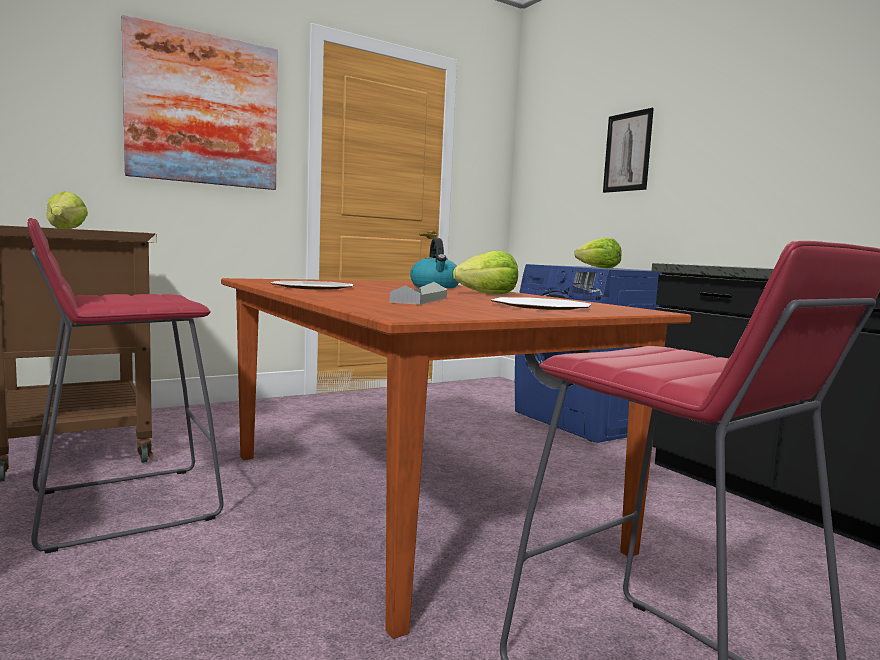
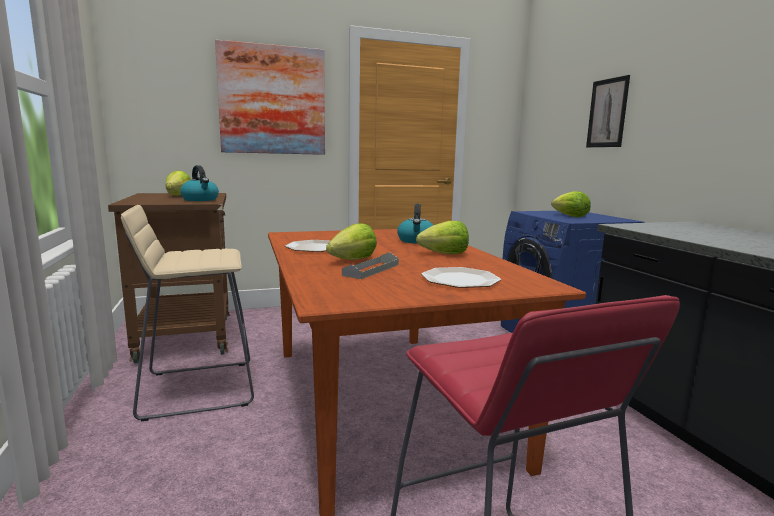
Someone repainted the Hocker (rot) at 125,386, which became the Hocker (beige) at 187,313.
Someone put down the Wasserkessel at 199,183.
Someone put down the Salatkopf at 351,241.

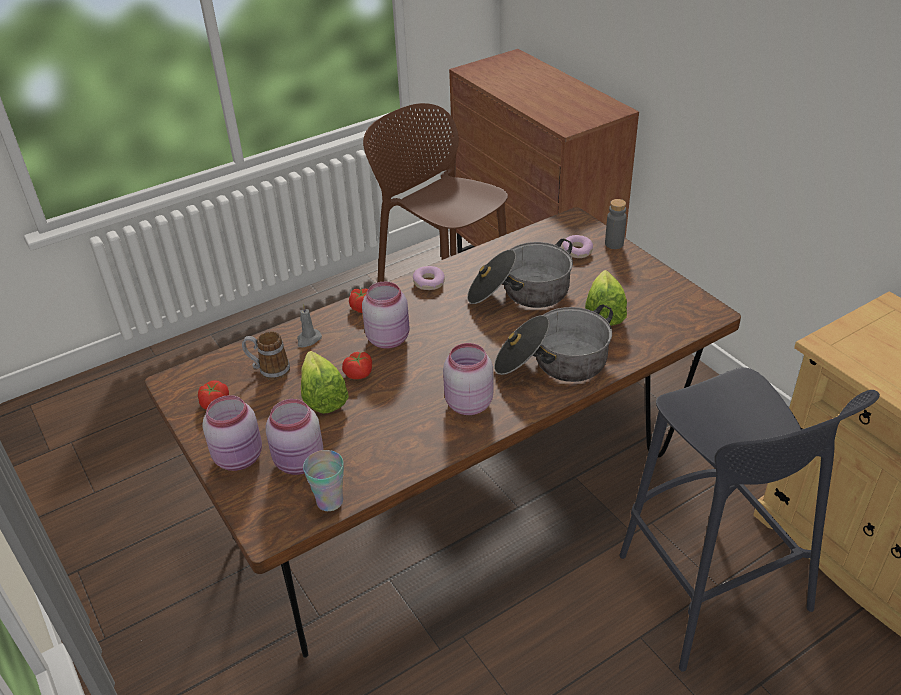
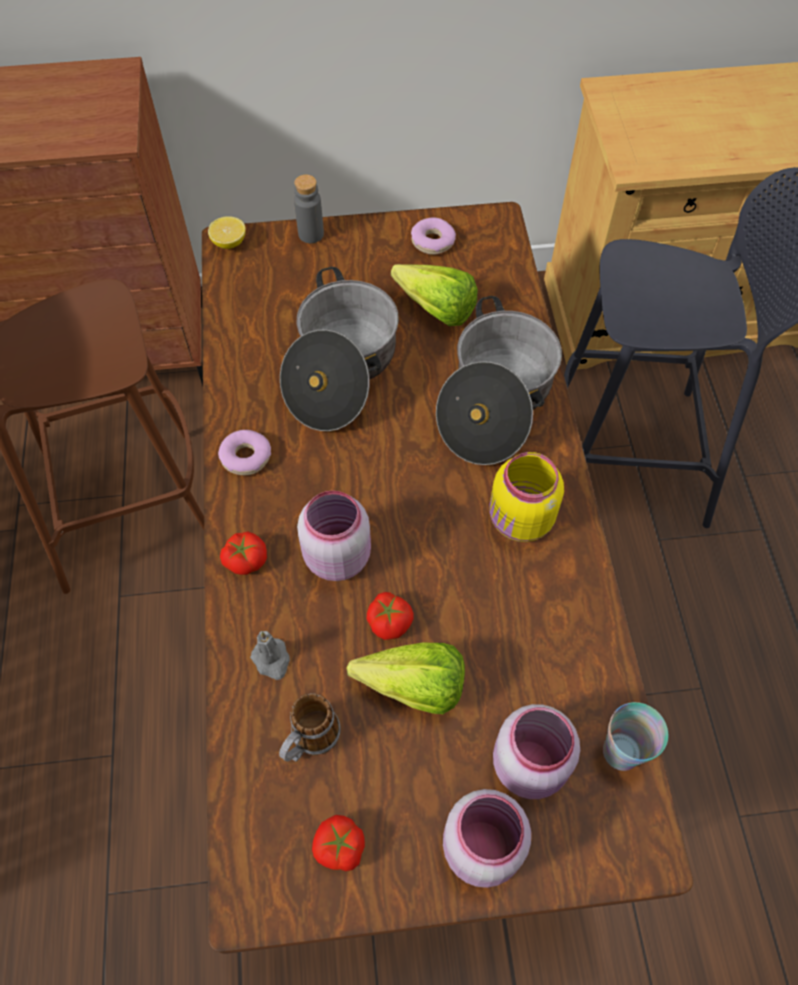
Someone put down the Zitrone at 227,232.
Someone carried the Donut from 578,246 to 433,236.
Someone repainted the Vorratsglas (rosa) at 468,379, which became the Vorratsglas (gelb) at 527,497.

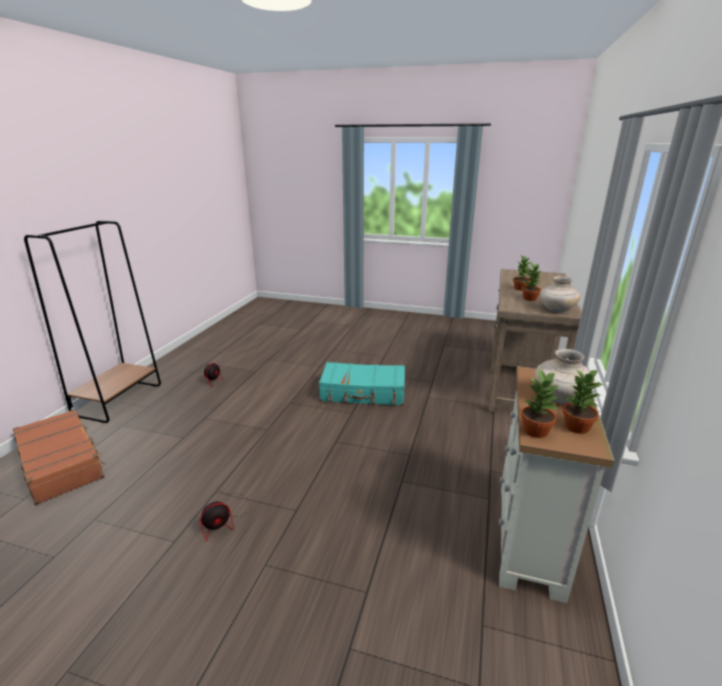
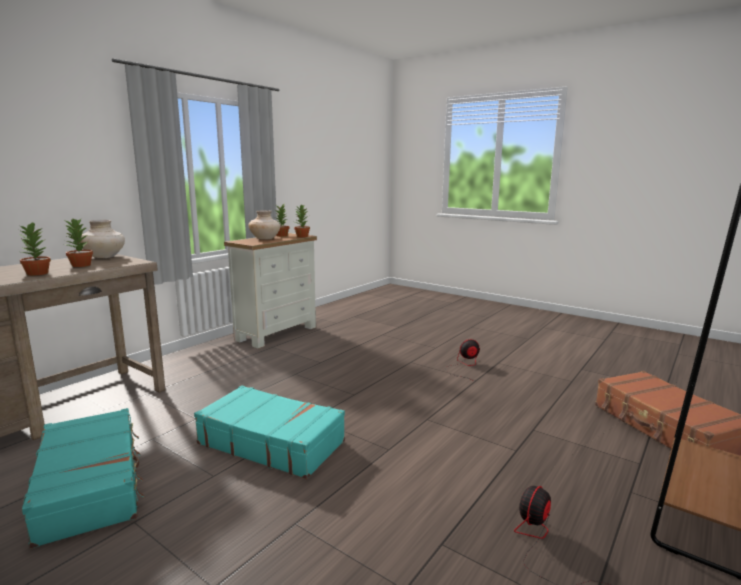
Someone put down the Koffer (türkis) at 83,478.

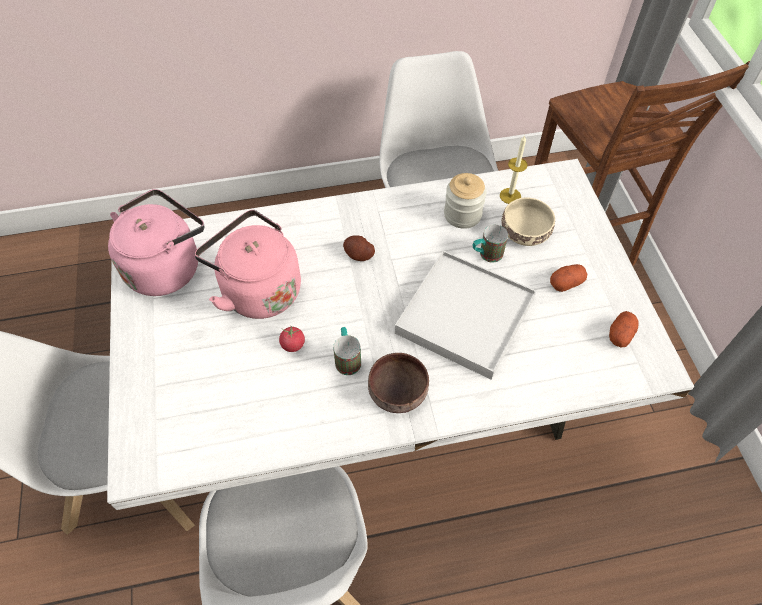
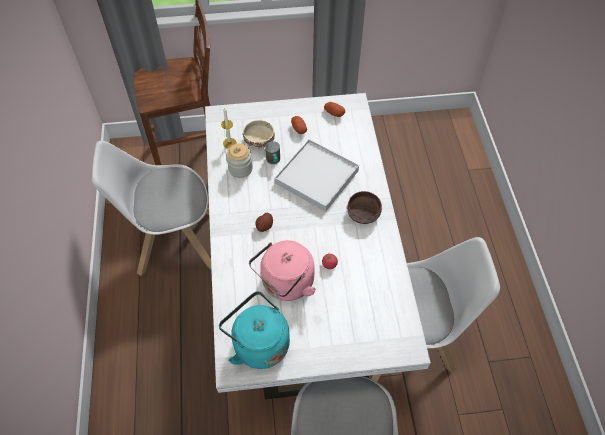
Someone repainted the Wasserkessel (rosa) at 156,242, which became the Wasserkessel (türkis) at 254,330.
Someone took away the Henkelbecher at 347,351.

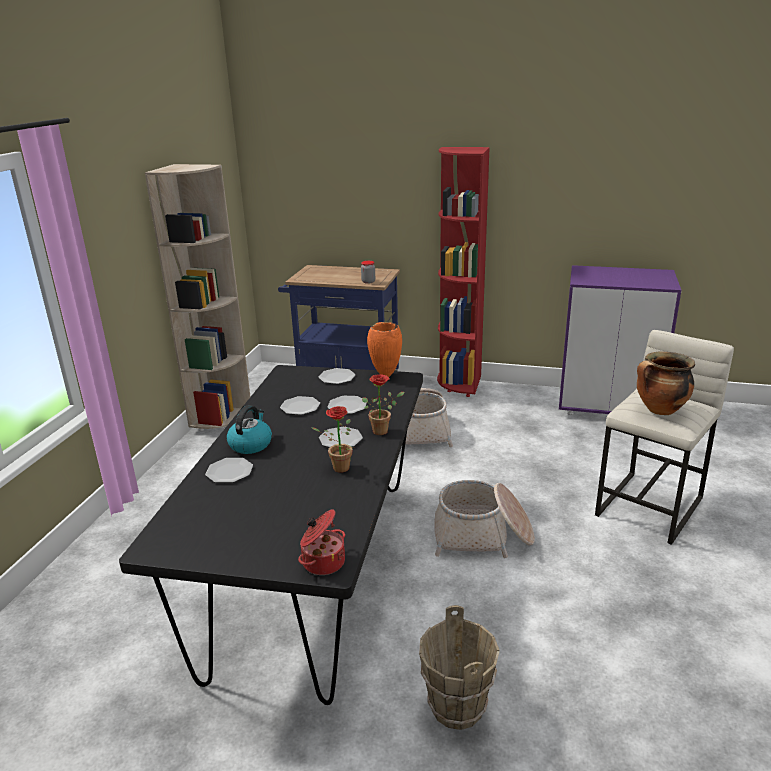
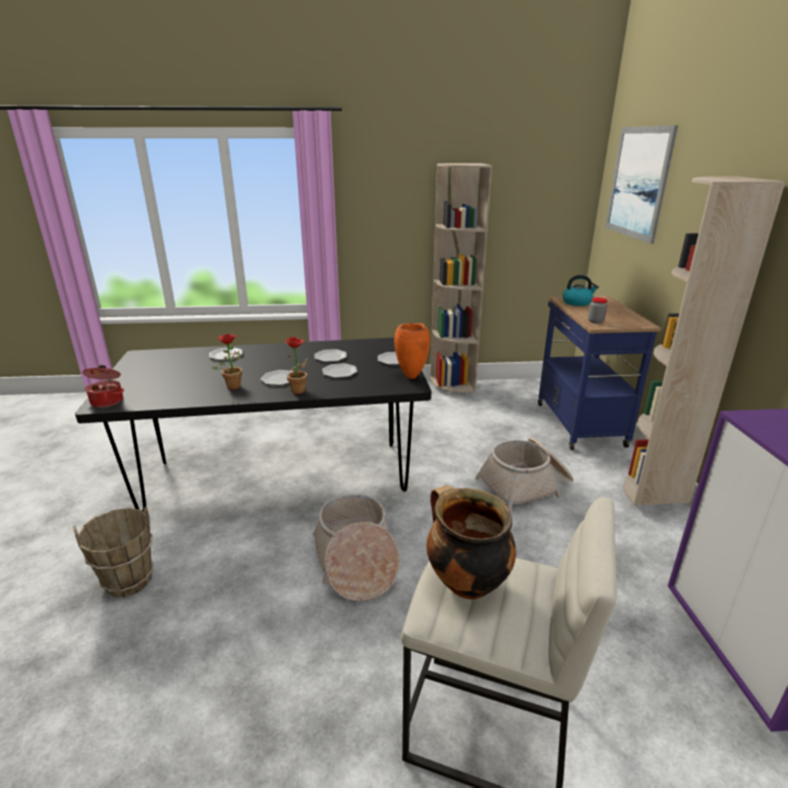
Someone carried the Wasserkessel from 249,429 to 581,290.
Someone put up the Bild at 641,184.
Someone repainted the Bücherregal (rot) at 463,272, which became the Bücherregal (beige) at 704,341.

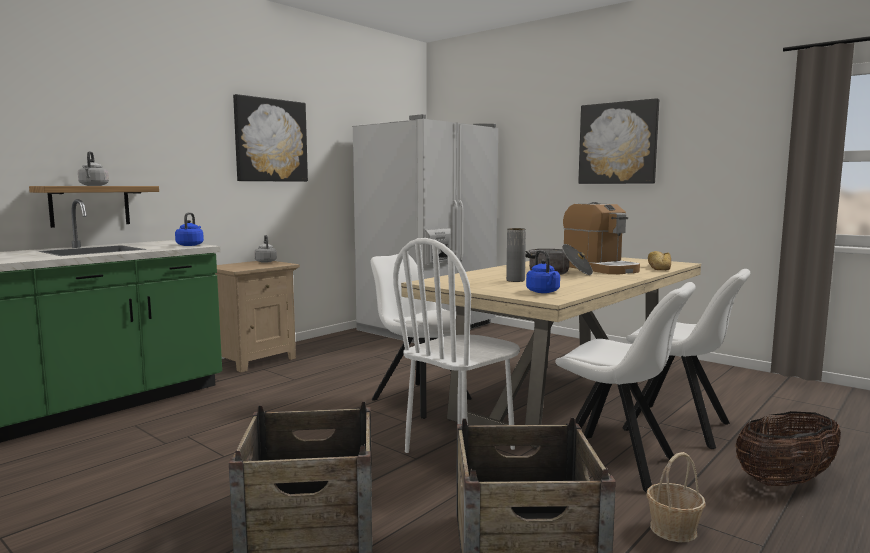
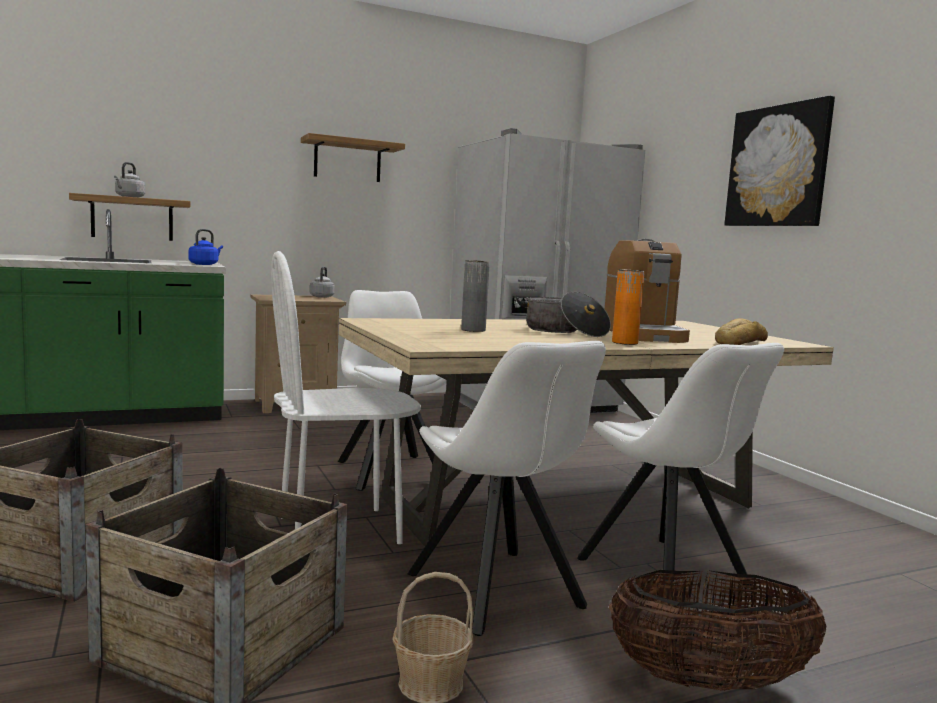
Someone swapped the Bild at 270,138 for the Wandregal at 353,157.
Someone put down the Vase (orange) at 628,307.
Someone took away the Wasserkessel (blau) at 543,271.

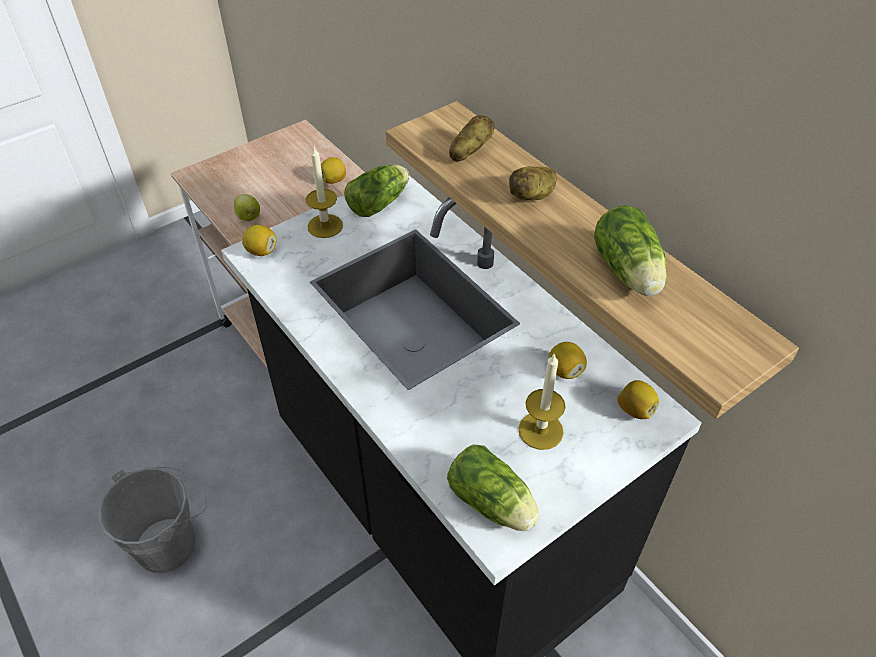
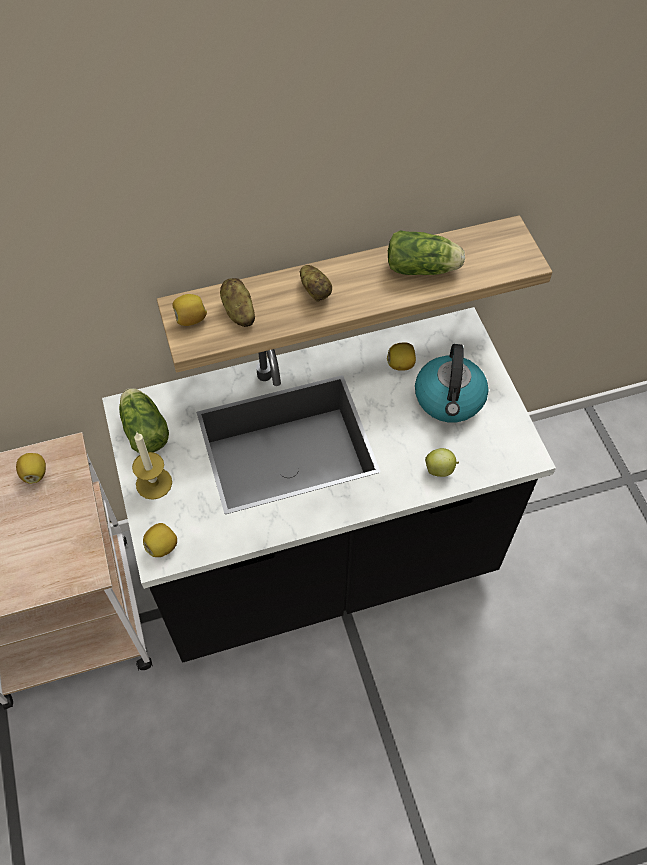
Someone carried the Zitrone from 638,399 to 189,310.
Someone swapped the Kerze at 542,401 for the Wasserkessel at 452,383.
Someone carried the Apfel from 247,207 to 442,462.
Someone took away the Eimer (grau) at 152,520.
Someone took away the Salatkopf at 493,488.

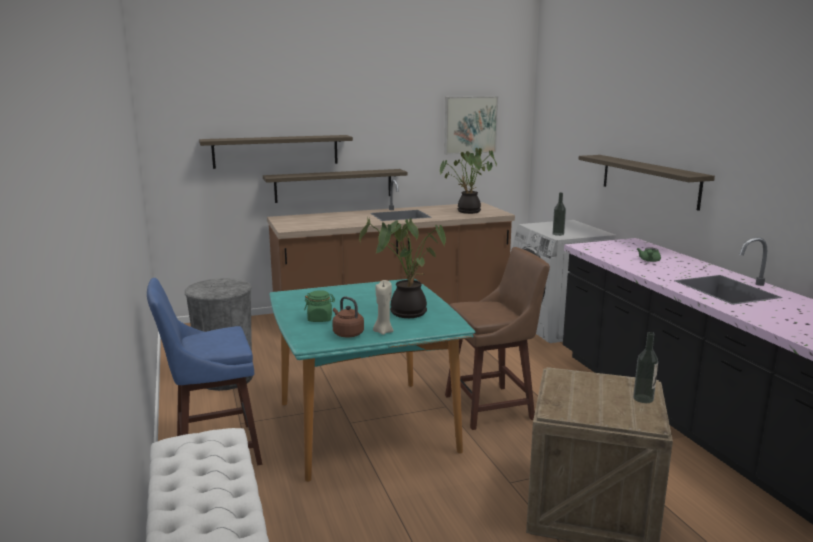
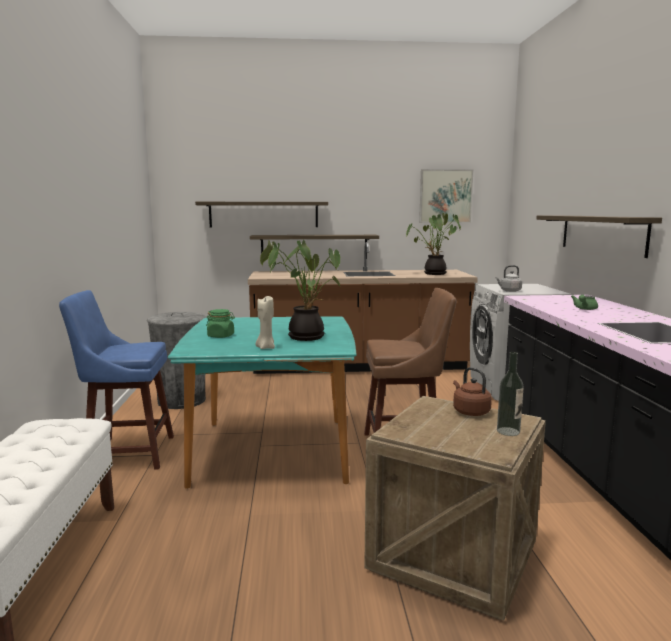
Someone carried the Wasserkessel (braun) from 348,316 to 472,391.
Someone swapped the Flasche at 559,214 for the Wasserkessel (grau) at 508,278.

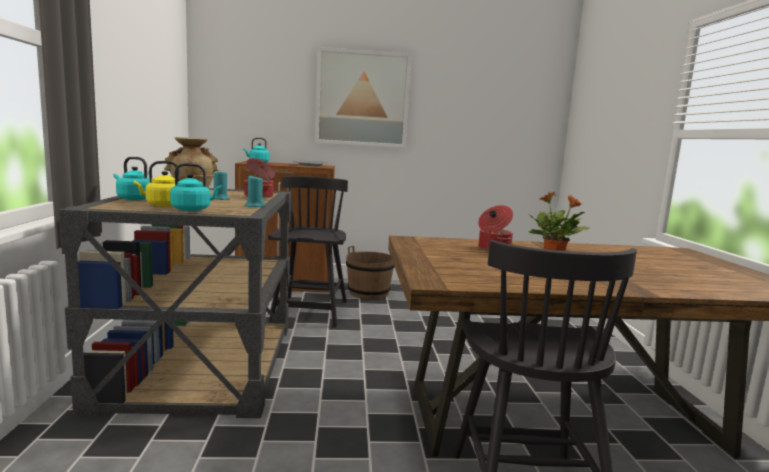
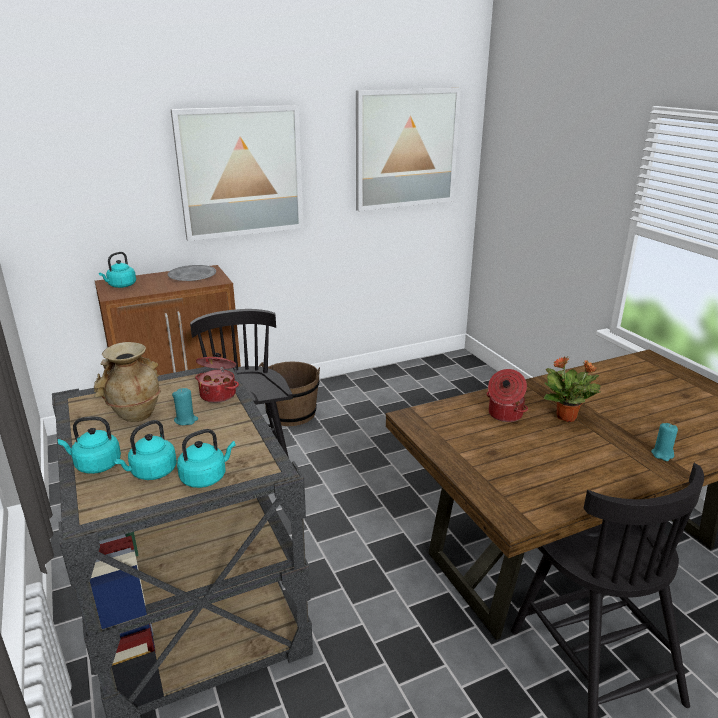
Someone repainted the Wasserkessel (gelb) at 156,184, which became the Wasserkessel (türkis) at 145,450.
Someone put up the Bild at 408,149.
Someone carried the Kerze (türkis) from 255,191 to 664,442.

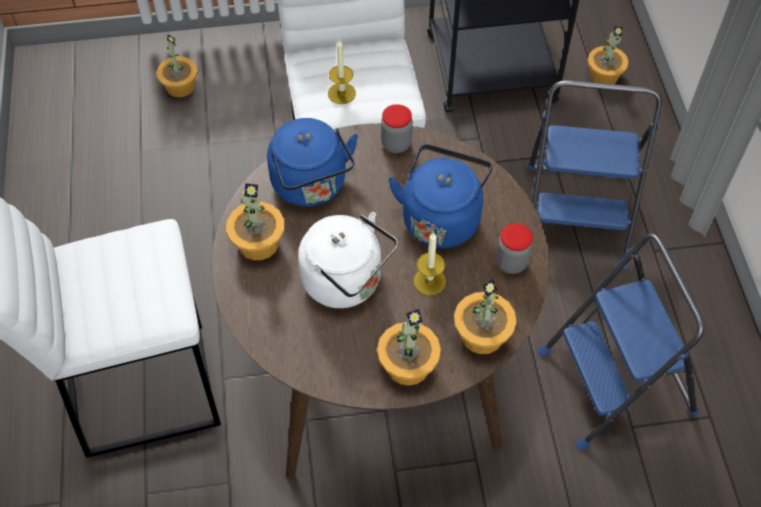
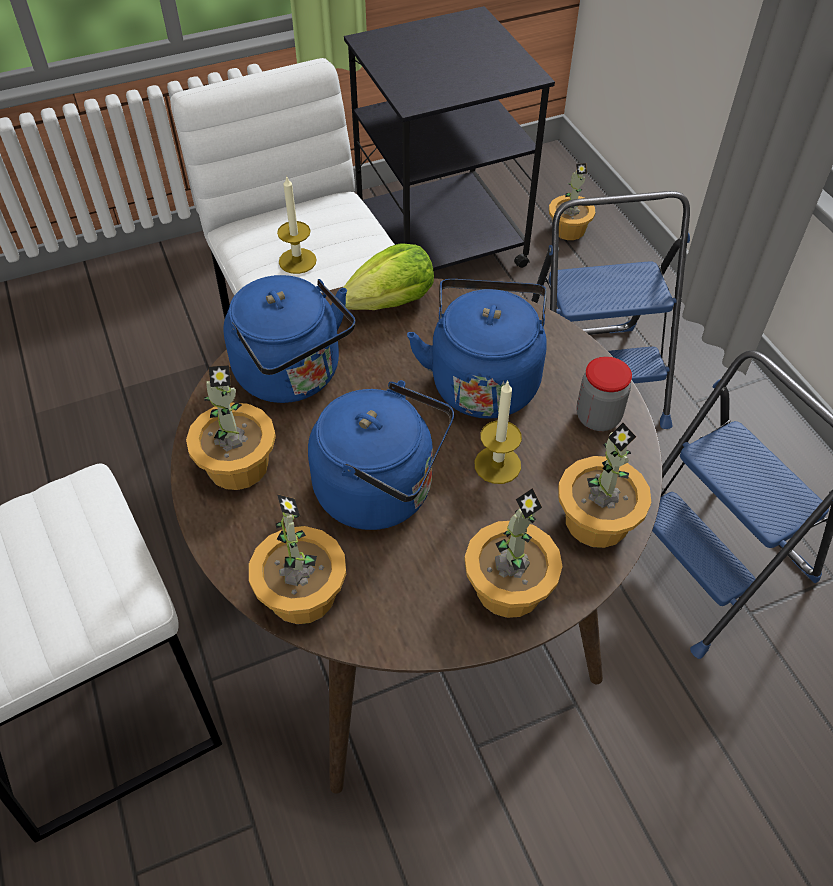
Someone carried the Topfpflanze from 177,65 to 297,559.
Someone repainted the Wasserkessel (weiß) at 348,260, which became the Wasserkessel (blau) at 381,455.
Someone swapped the Vorratsglas at 397,128 for the Salatkopf at 388,277.

